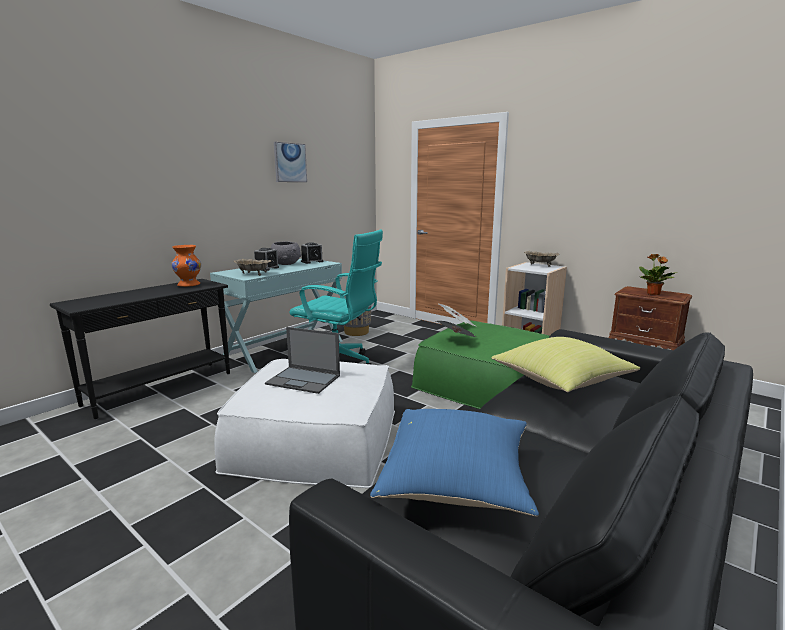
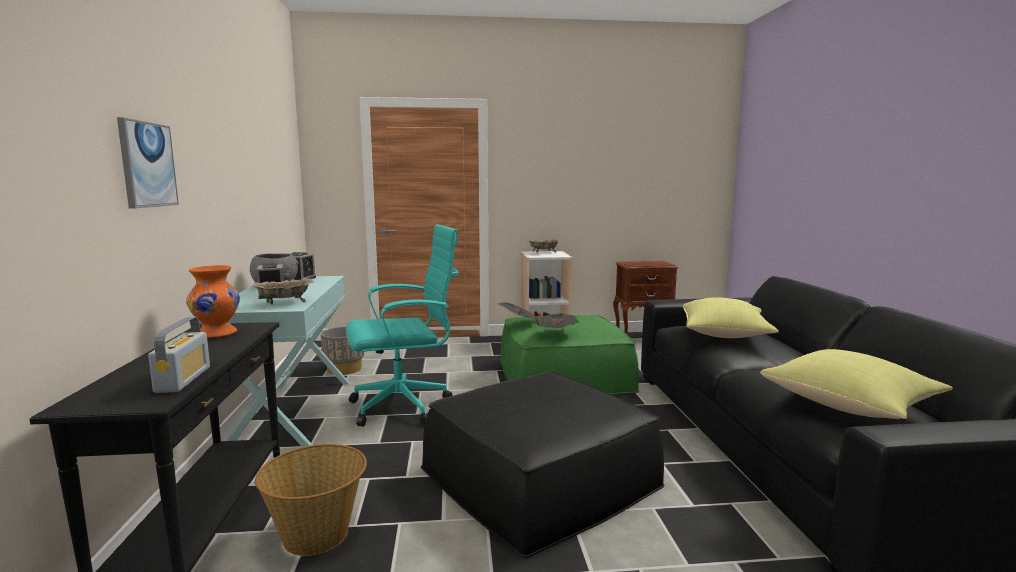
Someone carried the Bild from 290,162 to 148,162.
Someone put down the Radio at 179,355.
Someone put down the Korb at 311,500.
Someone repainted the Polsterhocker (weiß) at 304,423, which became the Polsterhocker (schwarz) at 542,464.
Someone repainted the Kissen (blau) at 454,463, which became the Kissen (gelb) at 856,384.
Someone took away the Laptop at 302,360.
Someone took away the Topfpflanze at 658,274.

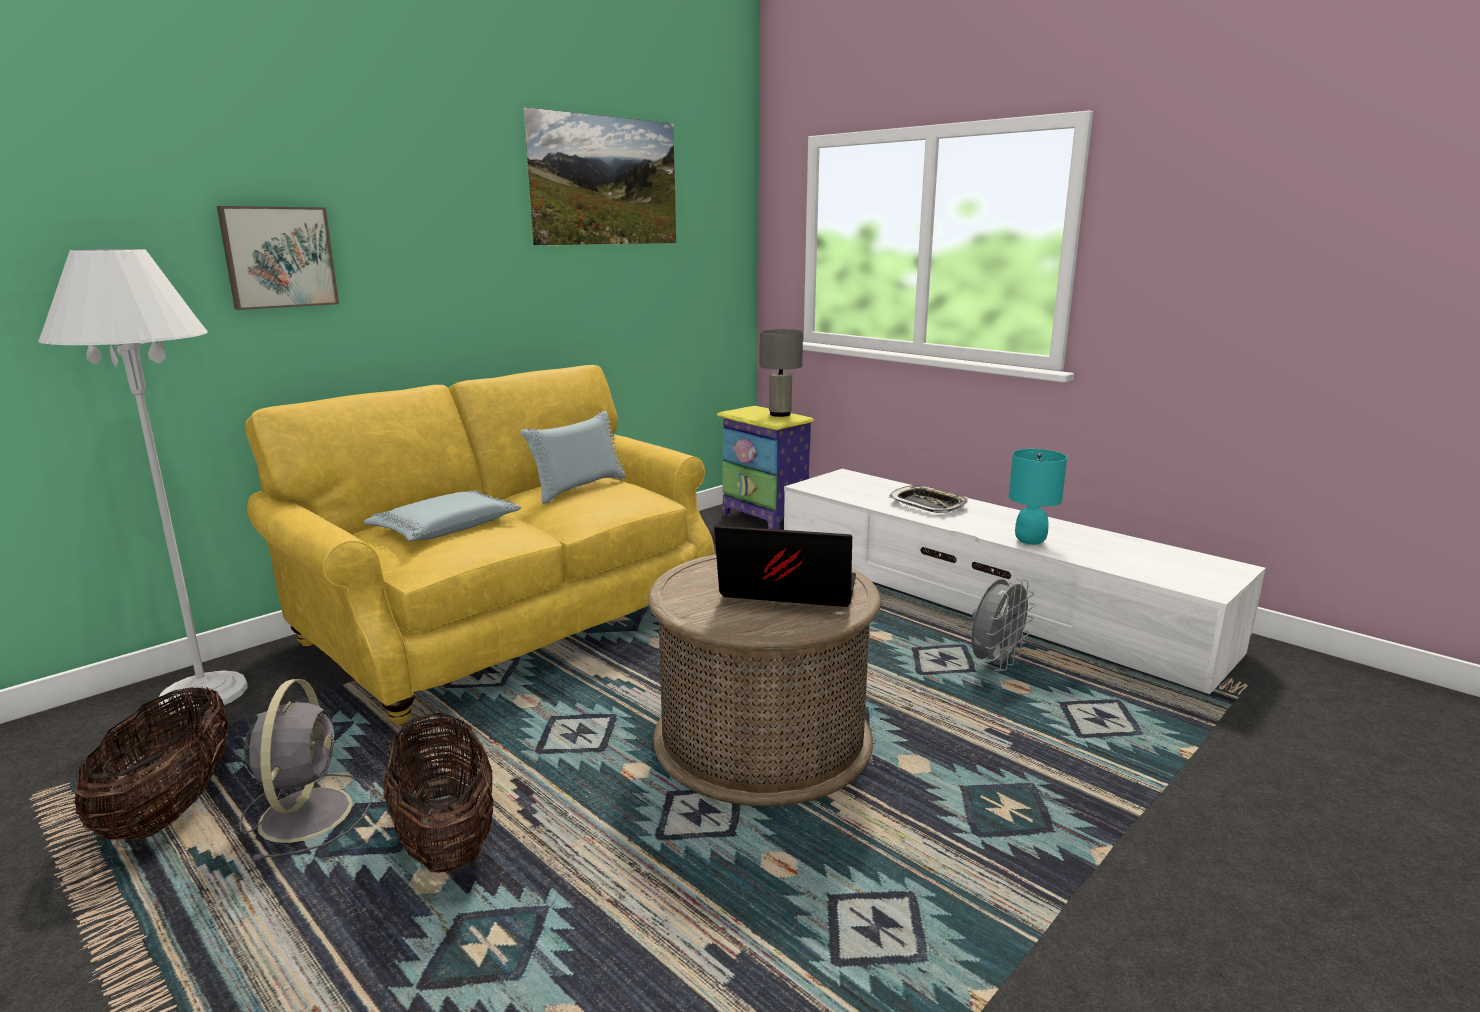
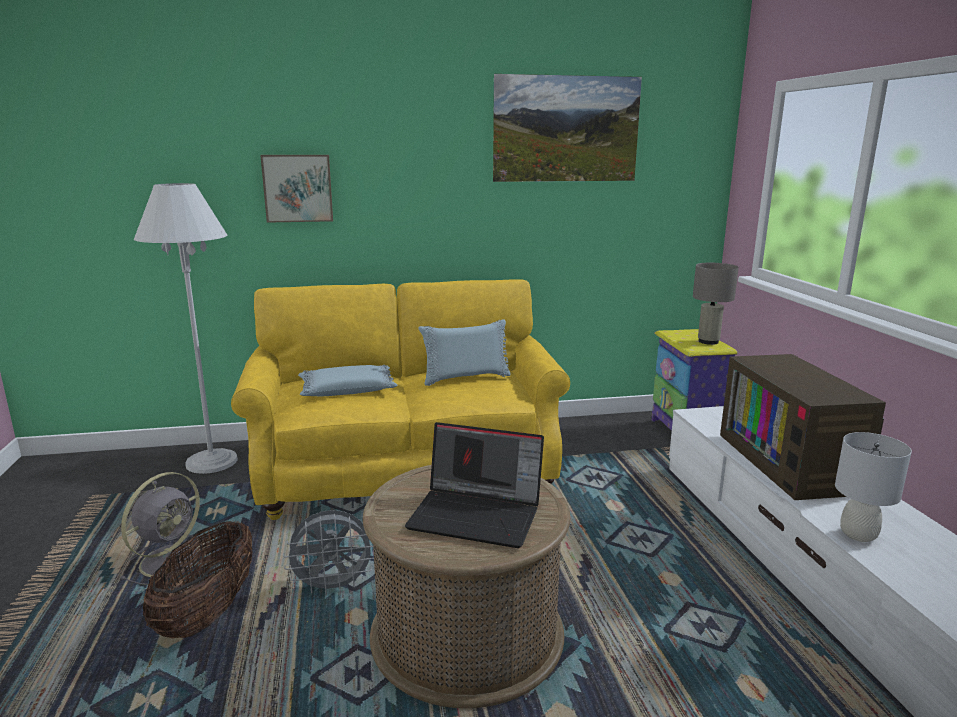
Someone carried the Ventilator (grau) from 1003,625 to 328,553.
Someone rotated the Laptop at 785,566 by 150 degrees clockwise.
Someone swapped the Tablett at 928,499 for the Fernseher at 803,427.
Someone repainted the Tischlampe (türkis) at 1037,497, which became the Tischlampe (grau) at 873,487.
Someone took away the Korb at 151,763.

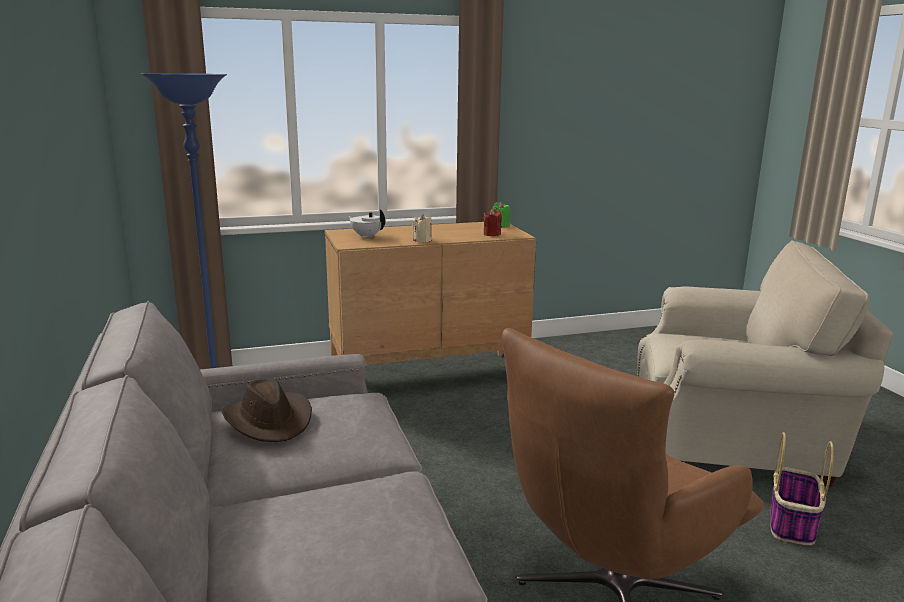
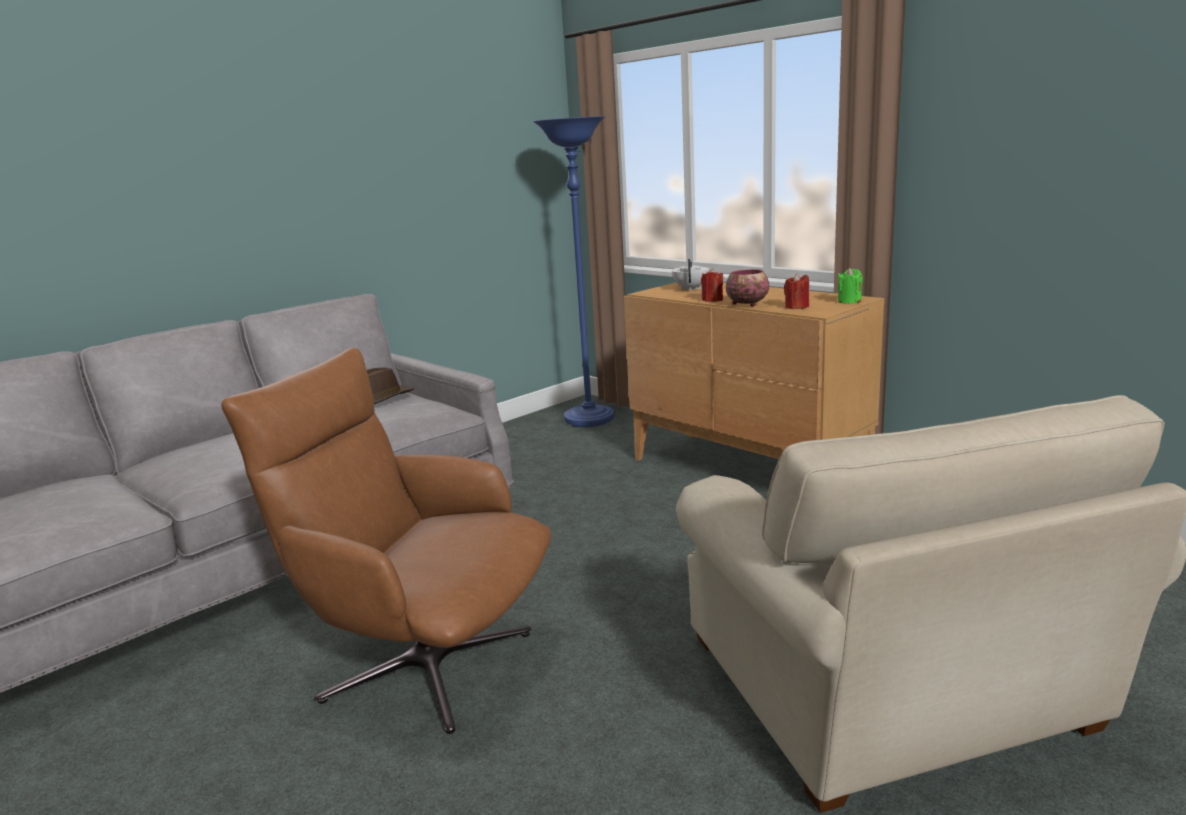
Someone repainted the Kerze (beige) at 422,228, which became the Kerze (rot) at 712,285.
Someone put down the Schüssel at 747,288.
Someone took away the Korb at 802,488.

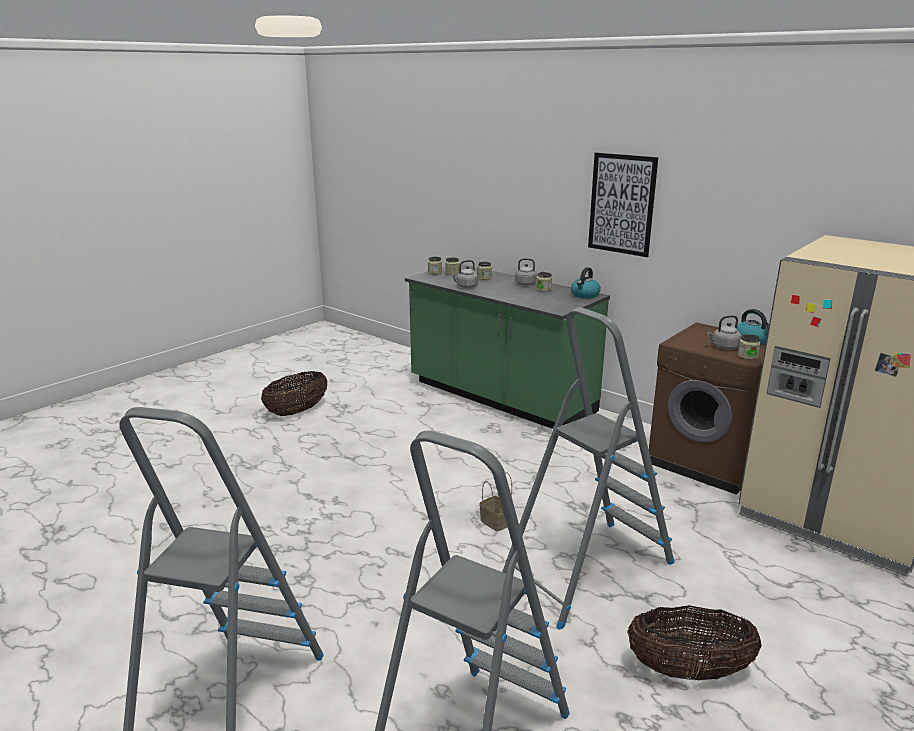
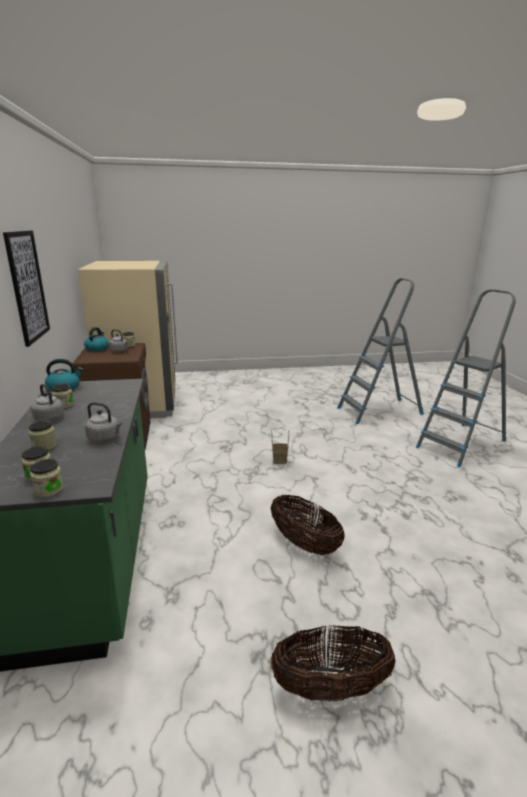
Someone carried the Korb from 694,642 to 308,525.
Someone took away the Trittleiter (grau) at 588,468.

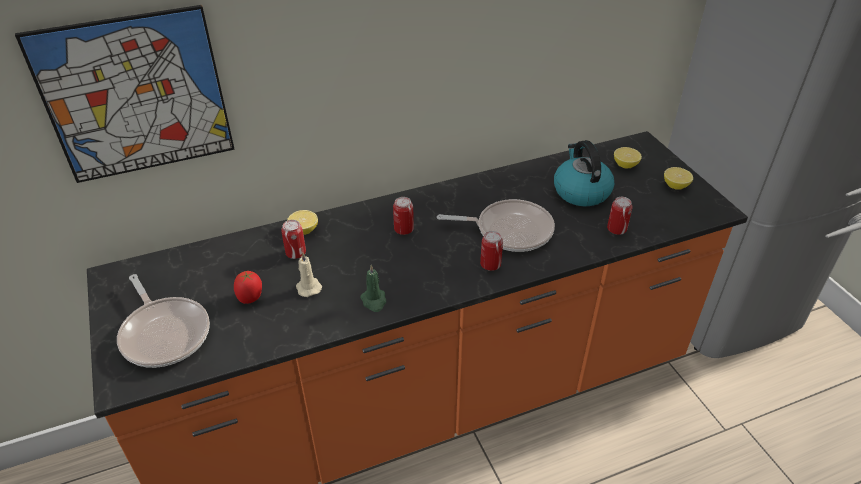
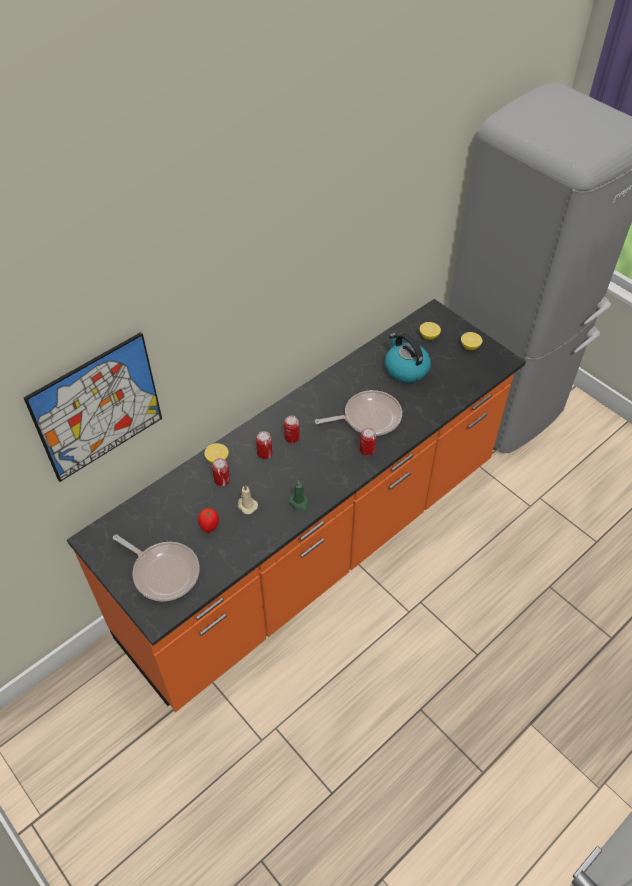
Someone carried the Dose from 619,216 to 264,445.

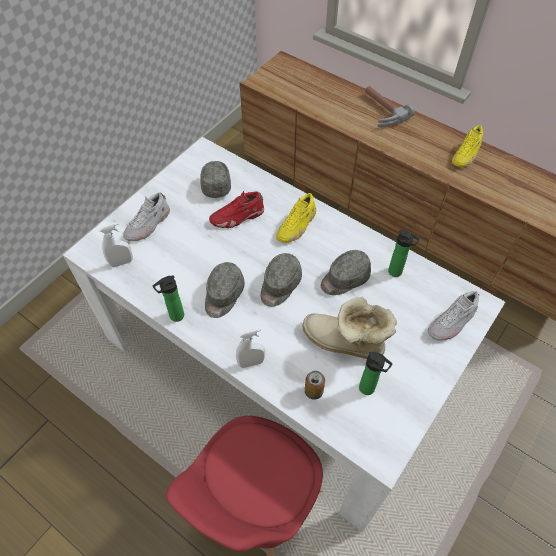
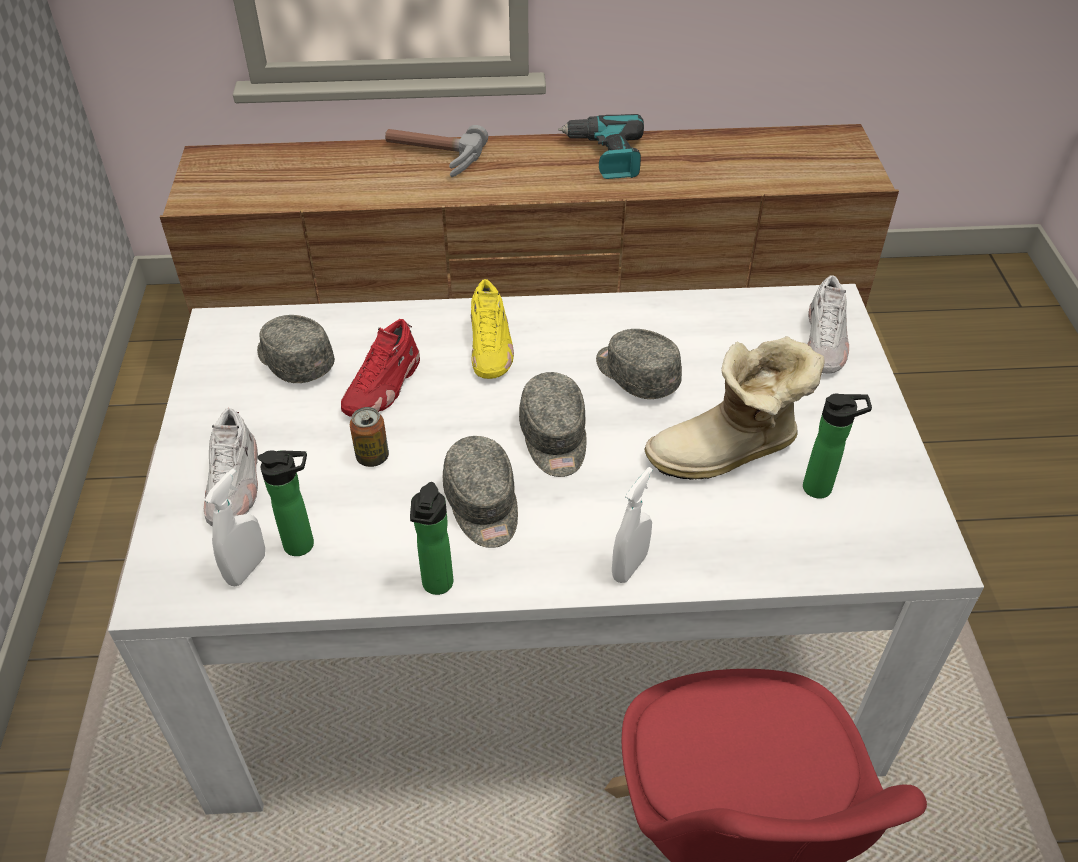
Someone carried the Flasche from 404,253 to 285,503.
Someone carried the Dose from 315,385 to 369,437.
Someone swapped the Schuh (gelb) at 467,146 for the Bohrmaschine at 601,146.
Someone rotated the Kappe (grau) at 346,272 by 120 degrees clockwise.

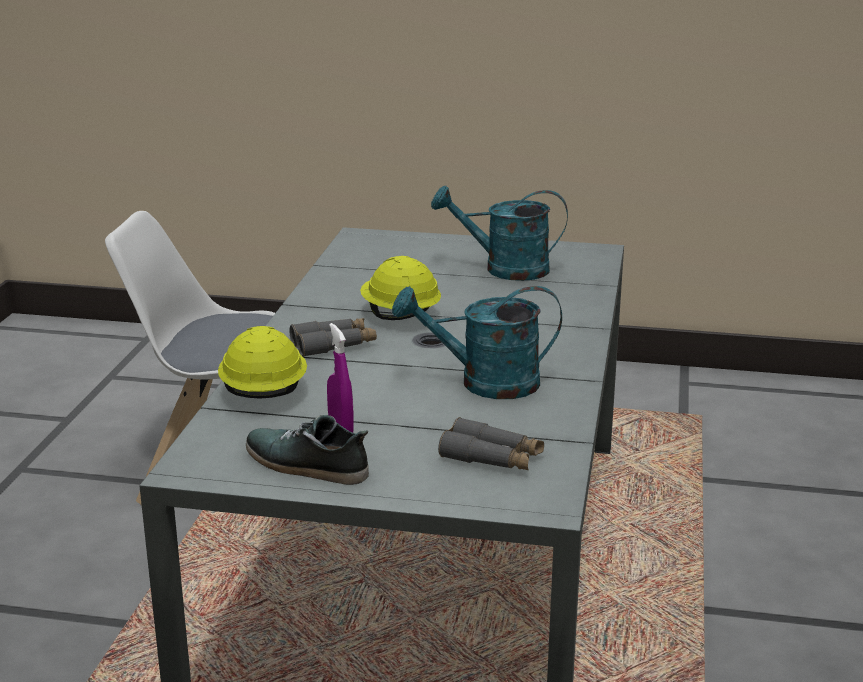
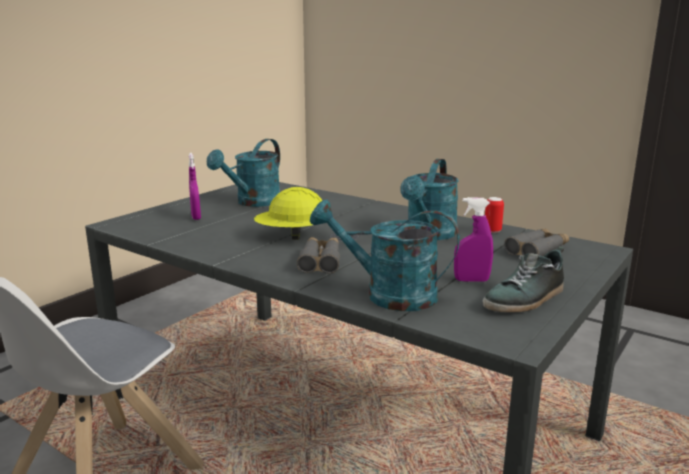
Someone put down the Sprühflasche (lila) at 195,186.
Someone swapped the Schutzhelm (gelb) at 262,362 for the Gießkanne (türkis) at 385,255.
Someone put down the Dose at 494,215.

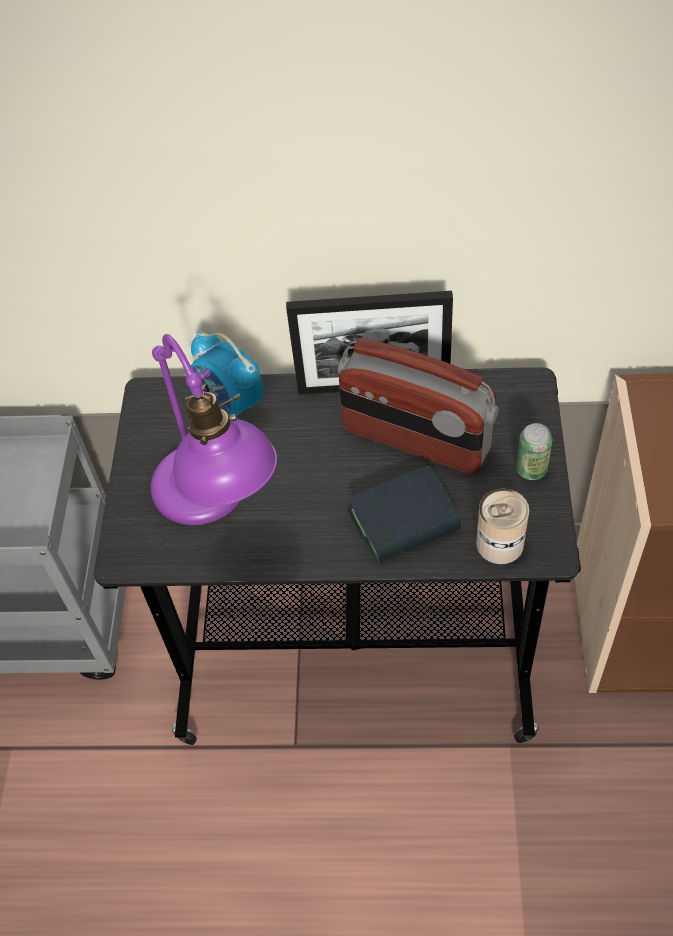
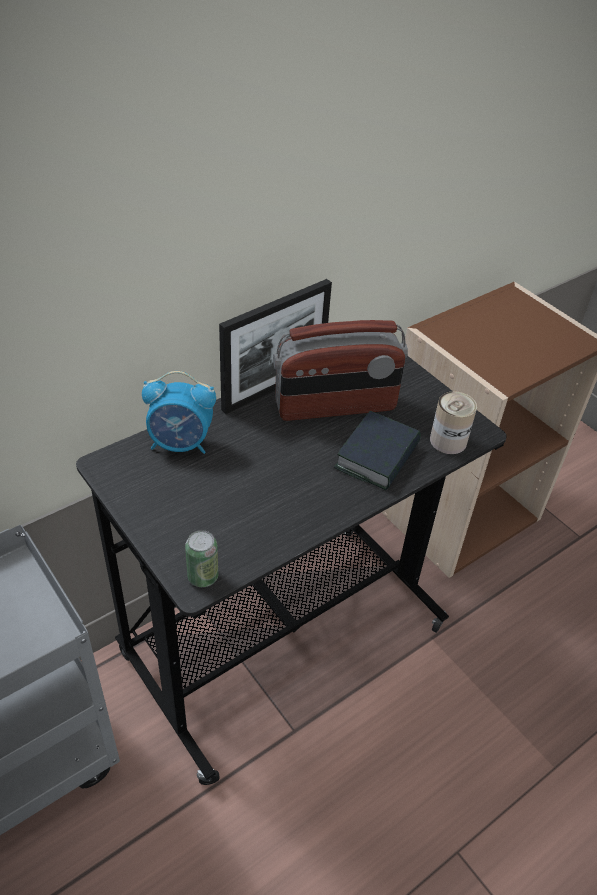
Someone carried the Dose from 534,451 to 201,558.
Someone took away the Tischlampe (lila) at 214,429.

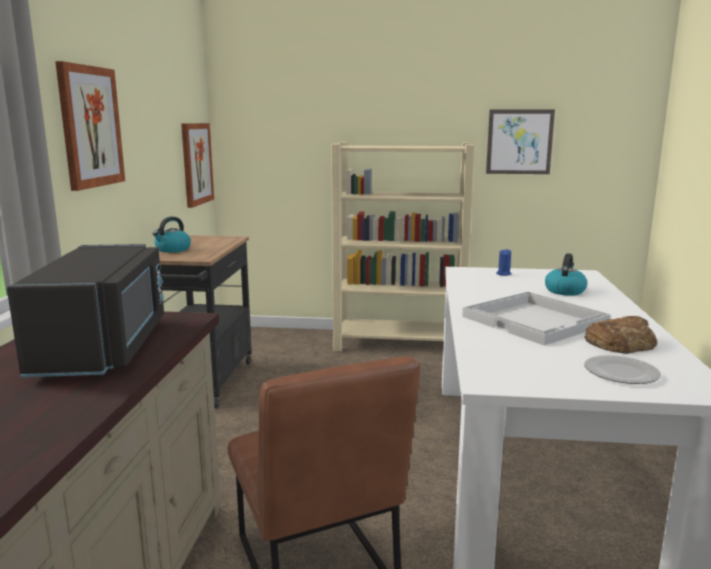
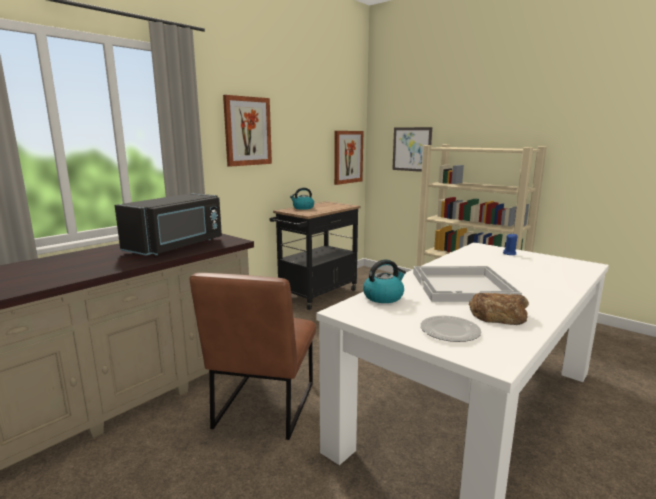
Someone carried the Wasserkessel from 566,274 to 384,281.
Someone carried the Bild from 520,141 to 412,149.

